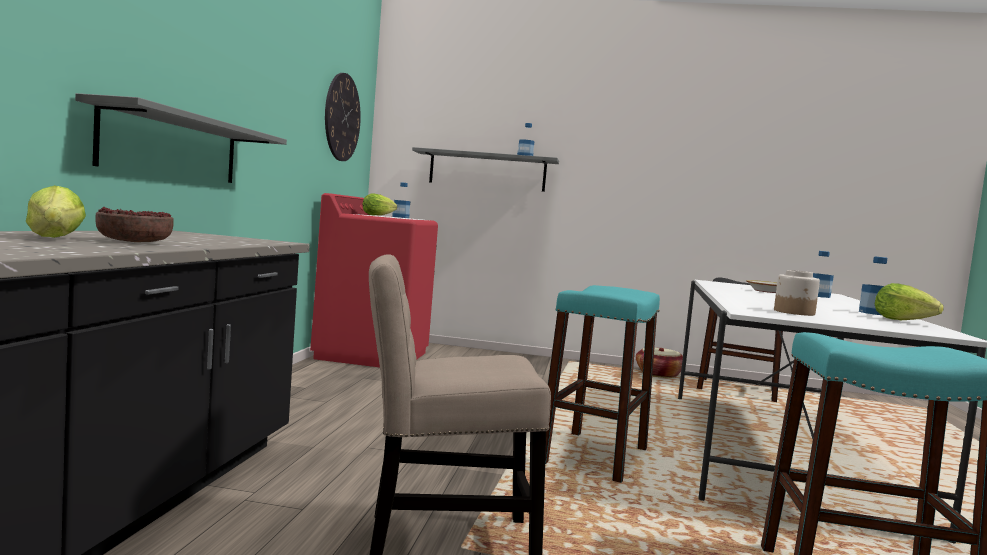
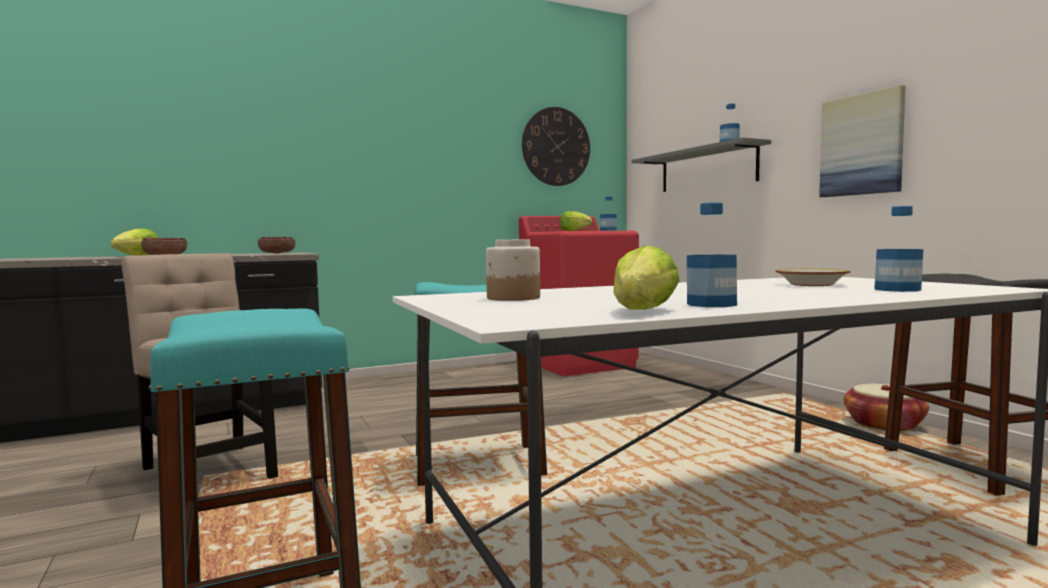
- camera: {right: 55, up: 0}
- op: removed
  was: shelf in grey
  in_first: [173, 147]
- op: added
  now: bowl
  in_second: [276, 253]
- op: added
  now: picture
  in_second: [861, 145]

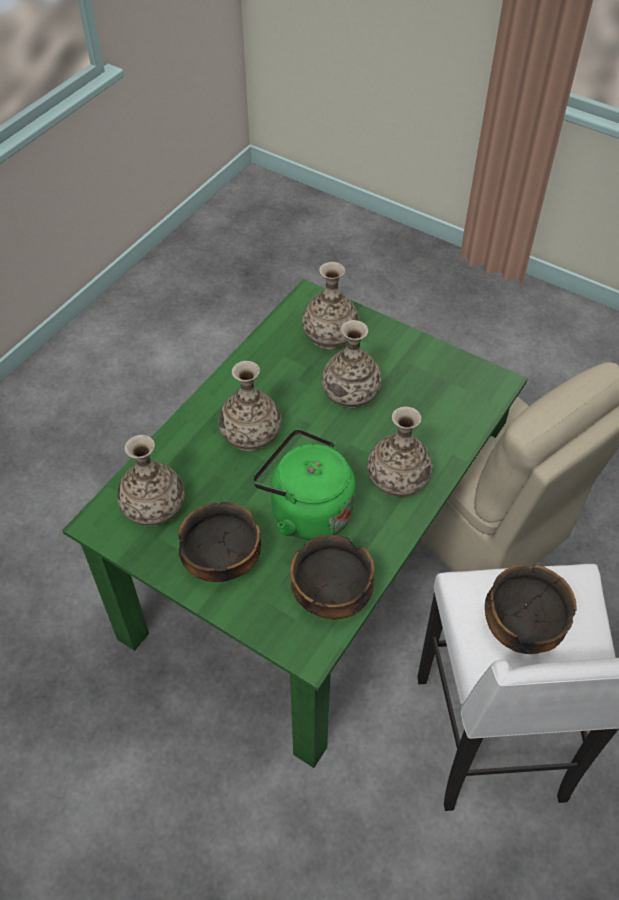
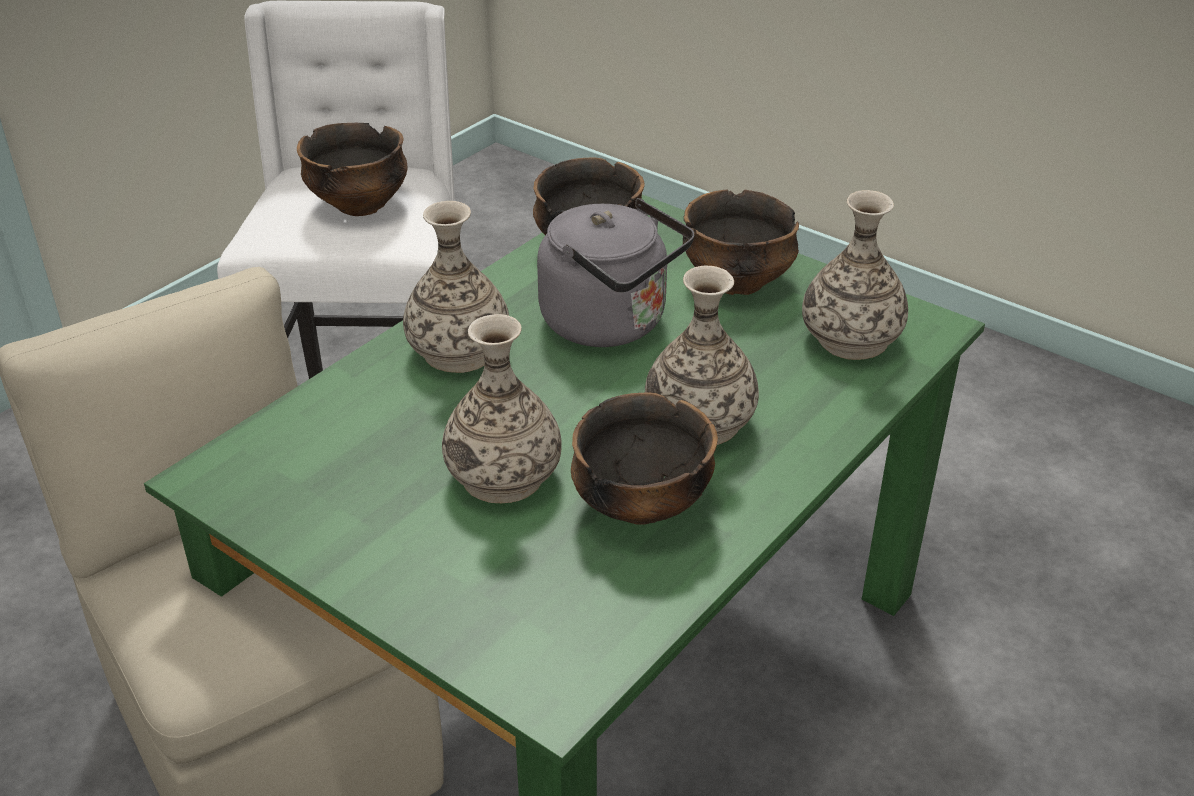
- camera: {right: -175, up: -15}
- op: removed
  was: vase
  in_first: [330, 335]
- op: added
  now: bowl
  in_second: [640, 505]
- op: recoloured
  was: kettle in green
  now: kettle in grey
  in_first: [306, 510]
  in_second: [611, 324]

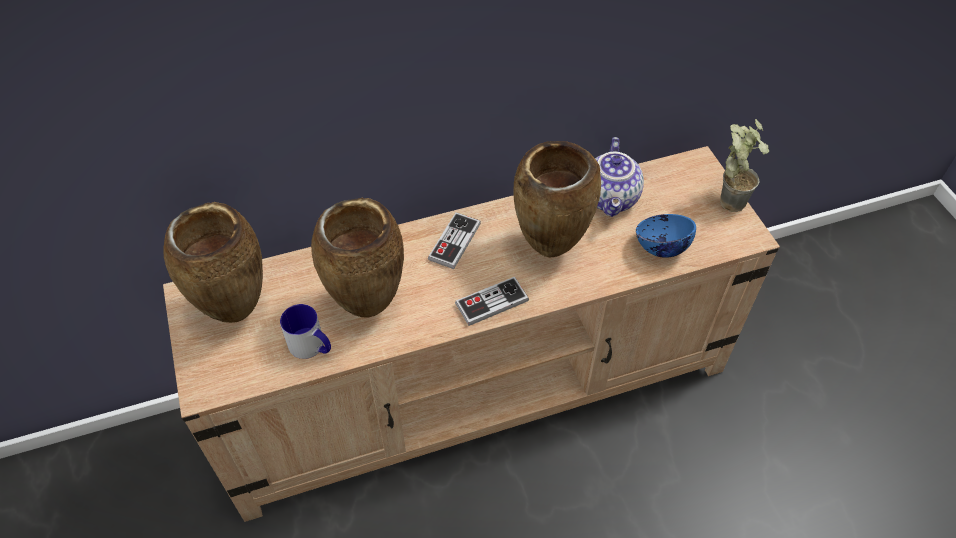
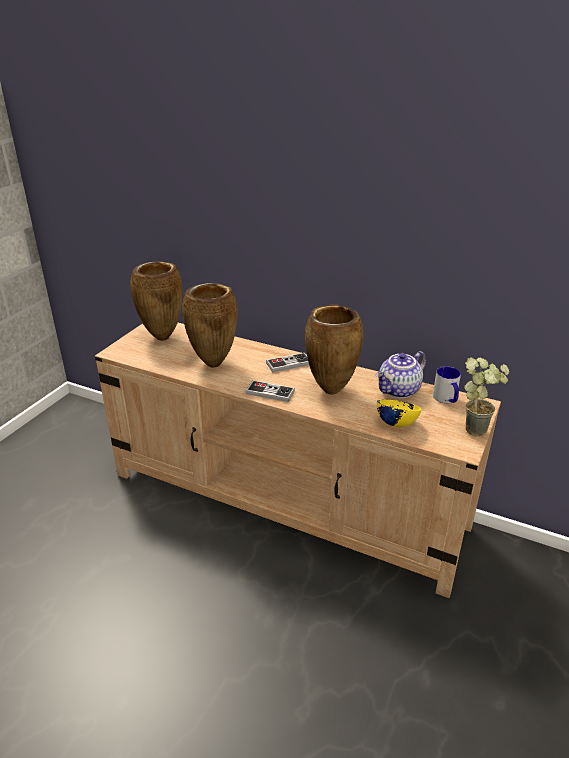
- camera: {right: 45, up: -20}
- op: moved
  was: mug
  in_first: [312, 347]
  in_second: [446, 399]
- op: recoloured
  was: bowl in blue
  now: bowl in yellow
  in_first: [661, 247]
  in_second: [396, 423]

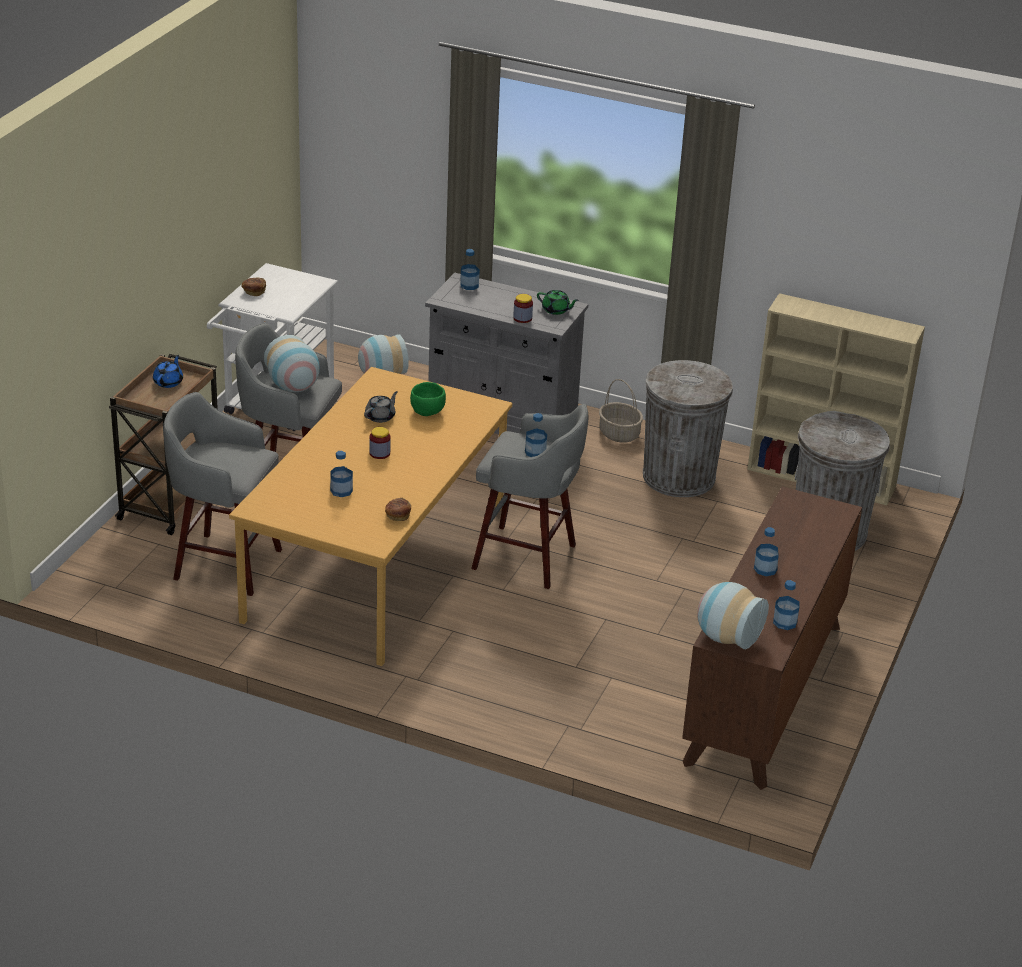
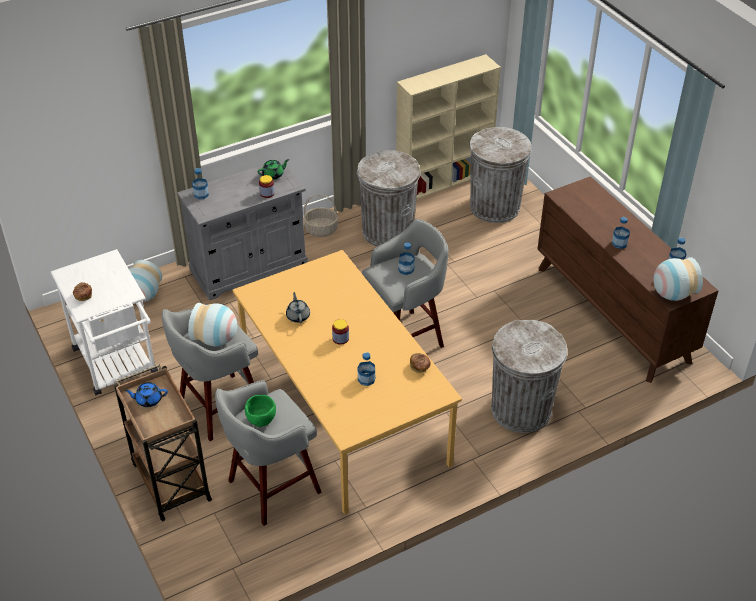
- camera: {right: -50, up: 10}
- op: added
  now: trash can in grey
  in_second: [521, 409]
- op: moved
  was: bowl in green
  in_first: [428, 411]
  in_second: [261, 419]
- op: turned
  was: teapot in blue
  in_first: [168, 382]
  in_second: [148, 400]
  clockwise: -60

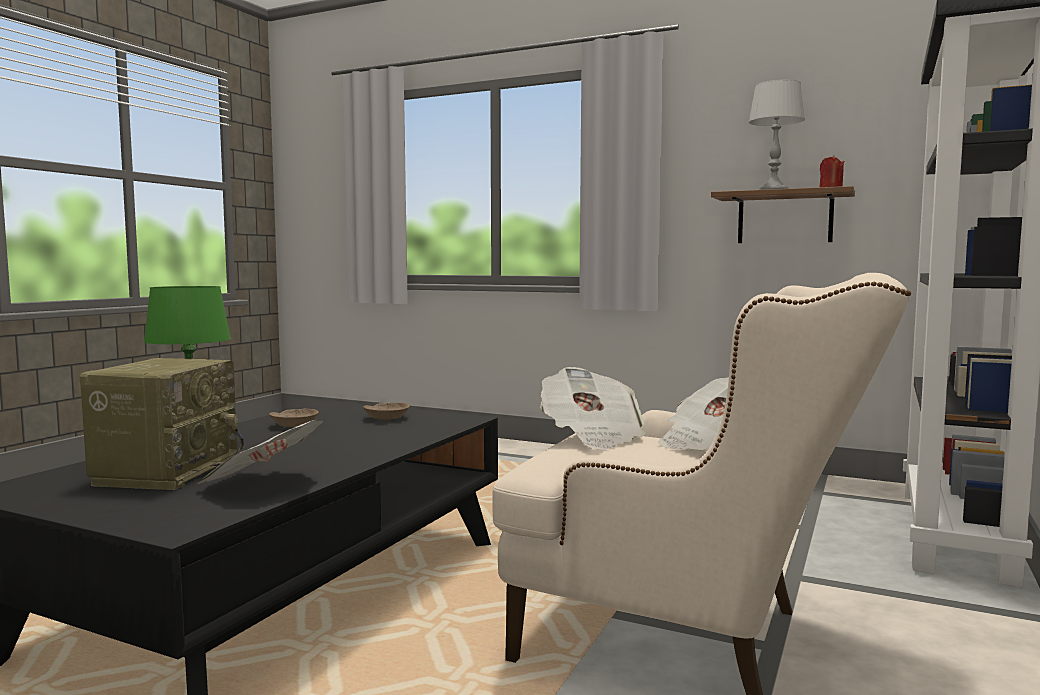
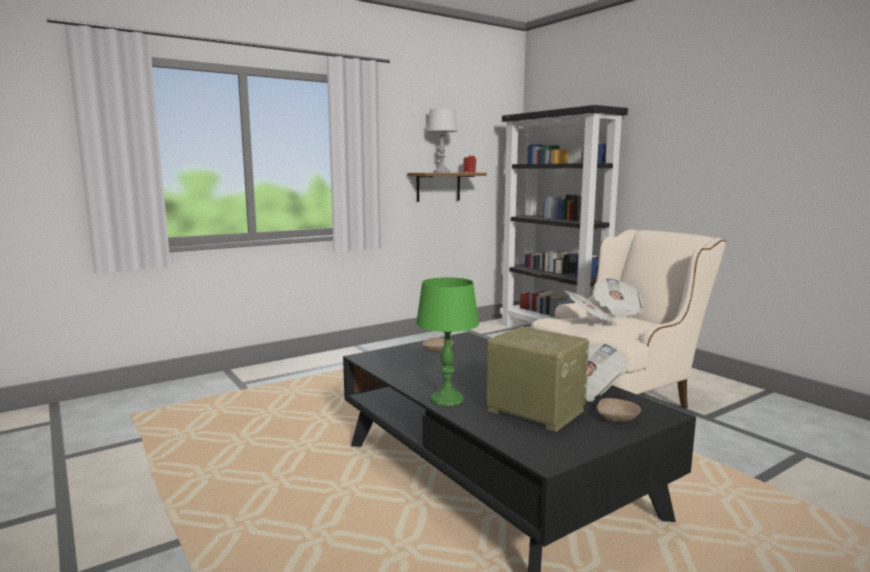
- camera: {right: -60, up: 5}
- op: moved
  was: bowl in beige
  in_first: [293, 425]
  in_second: [616, 418]

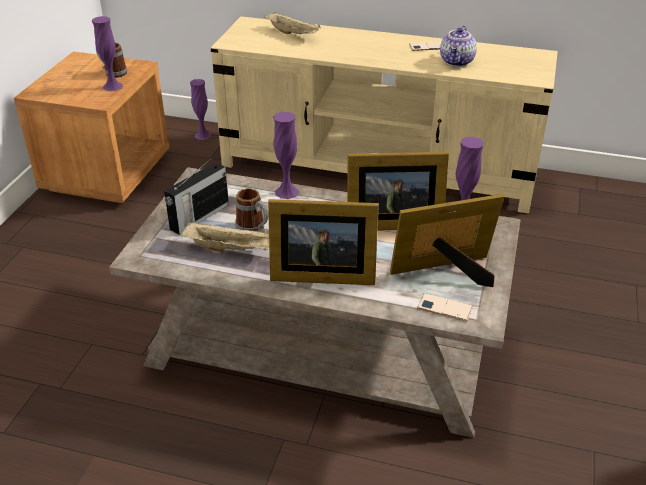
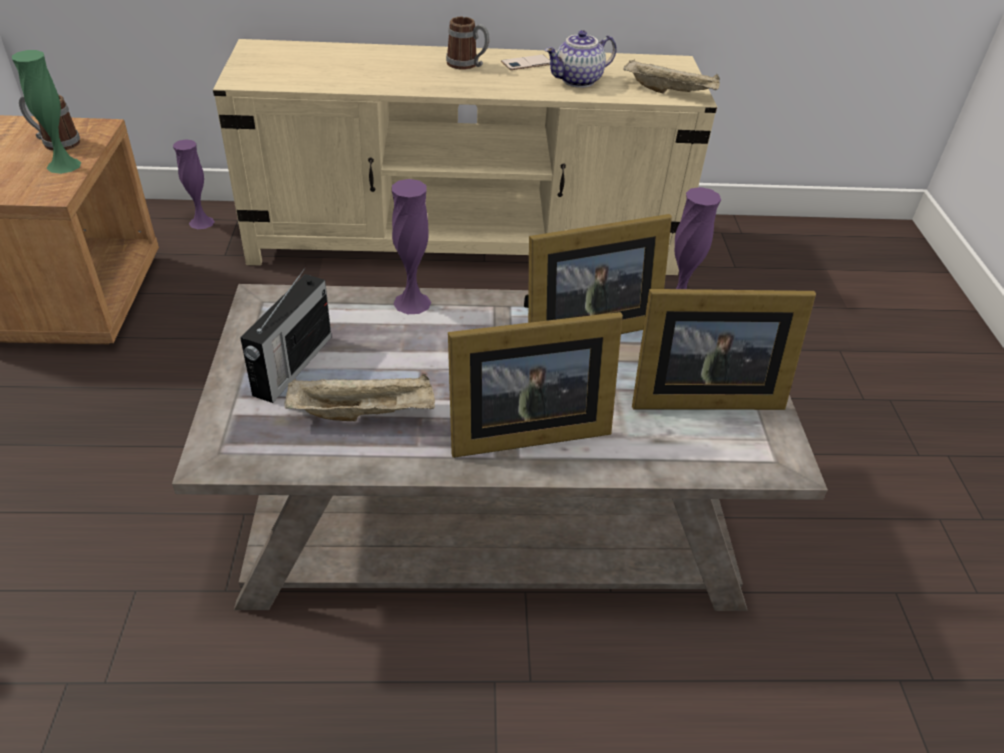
- camera: {right: -20, up: 5}
- op: removed
  was: phone
  in_first: [444, 307]
- op: moved
  was: mug
  in_first: [254, 229]
  in_second: [467, 65]
- op: moved
  was: tray in beige
  in_first: [293, 34]
  in_second: [670, 92]
- op: recoloured
  was: vase in purple
  now: vase in green
  in_first: [112, 86]
  in_second: [64, 165]
- op: turned
  was: picture frame
  in_first: [447, 272]
  in_second: [699, 394]
  clockwise: -150
- op: turned
  was: teapot
  in_first: [457, 62]
  in_second: [578, 81]
  clockwise: 60

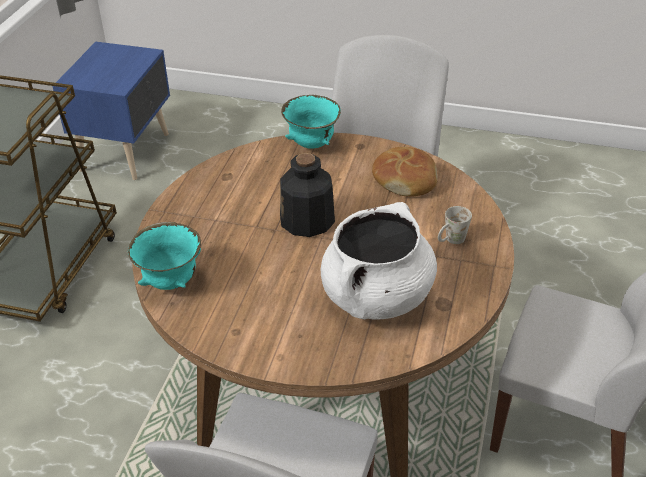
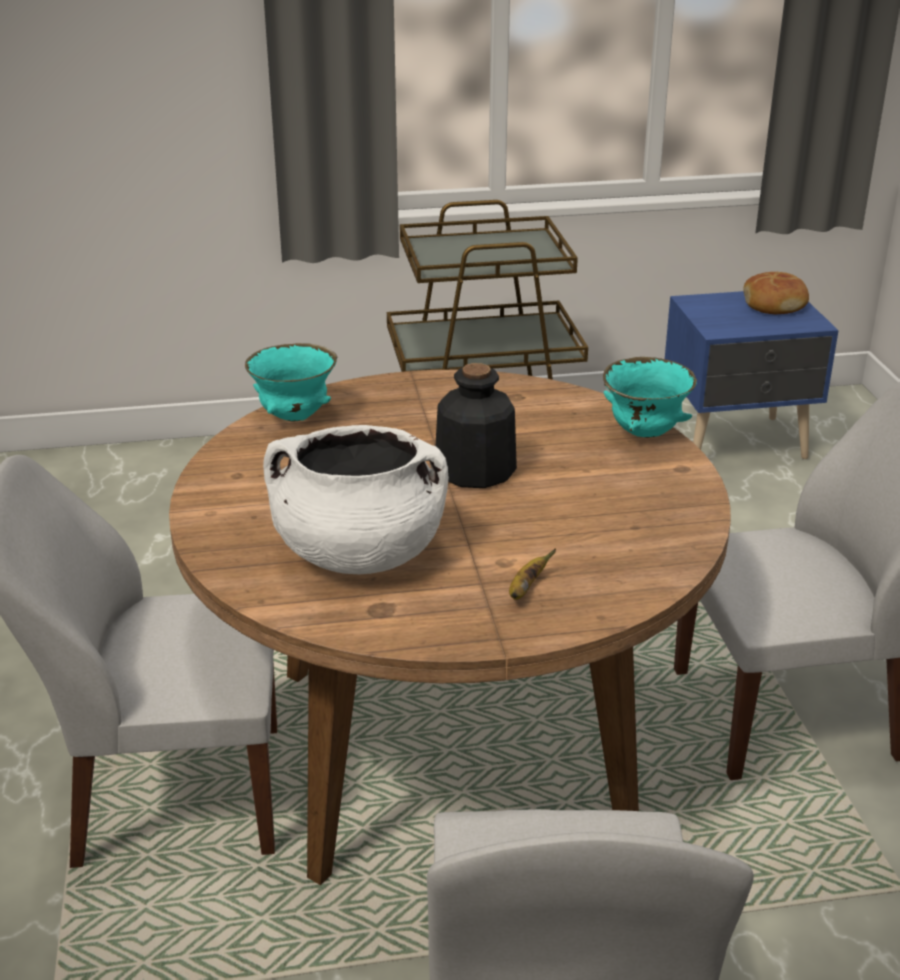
- camera: {right: 65, up: -10}
- op: moved
  was: bread
  in_first: [405, 180]
  in_second: [774, 304]
- op: replaced
  was: mug in white
  now: banana
  in_first: [451, 241]
  in_second: [526, 589]

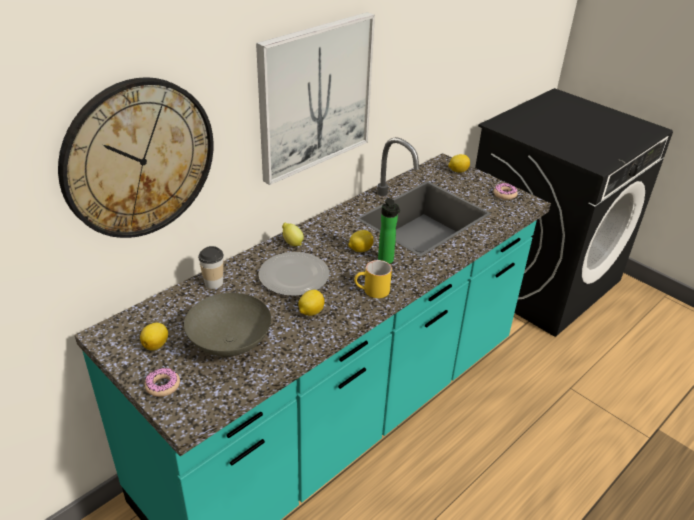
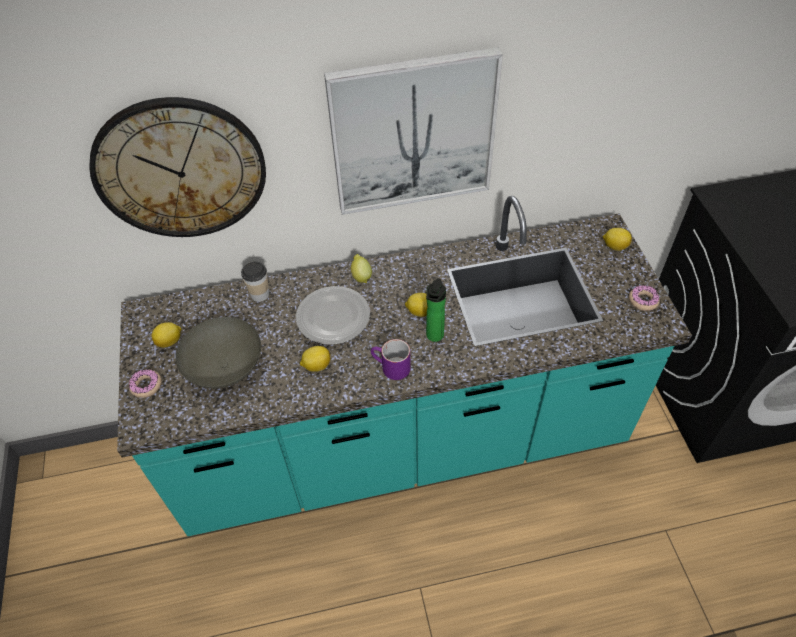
- camera: {right: 35, up: 15}
- op: recoloured
  was: mug in yellow
  now: mug in purple
  in_first: [372, 291]
  in_second: [390, 368]

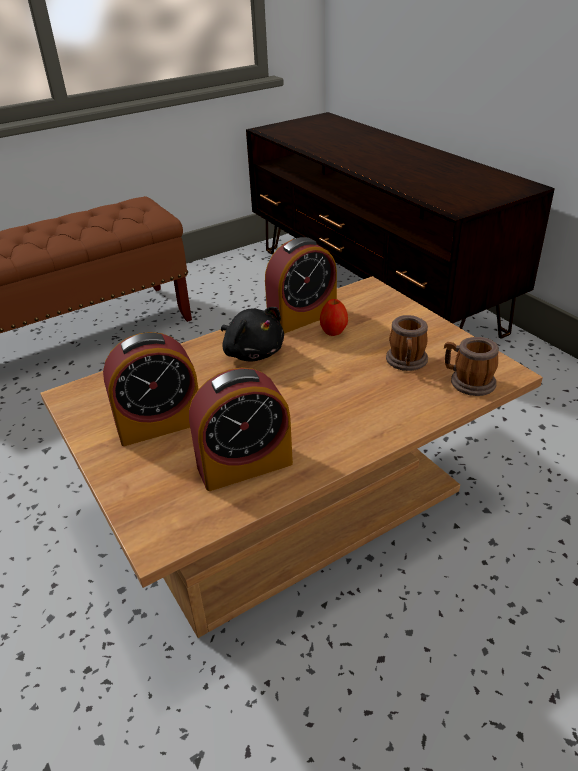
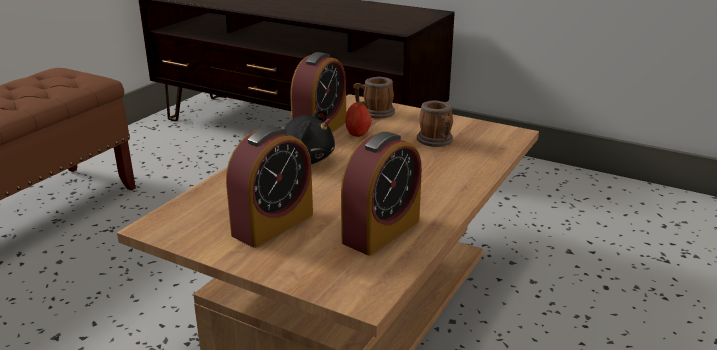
- camera: {right: -30, up: -10}
- op: moved
  was: mug
  in_first: [467, 382]
  in_second: [374, 112]

